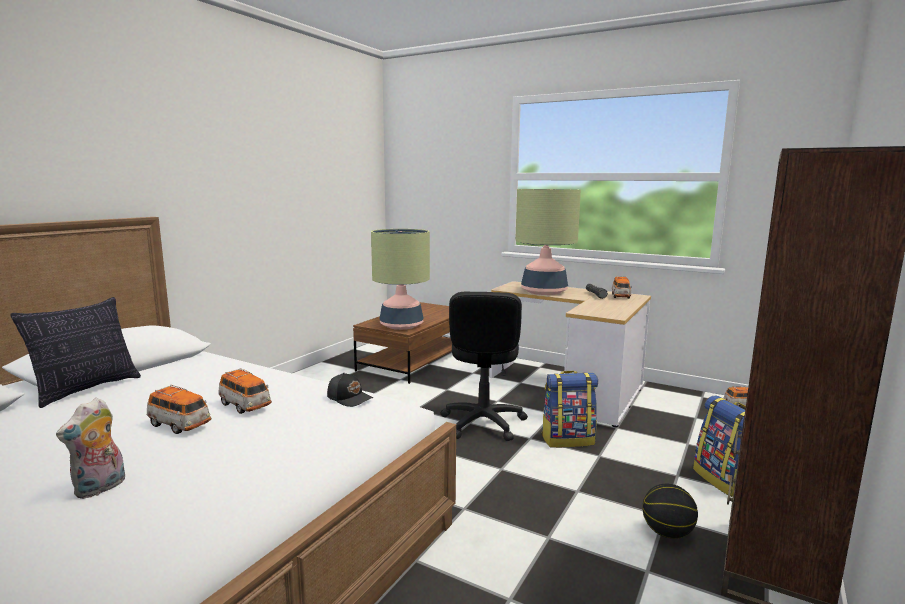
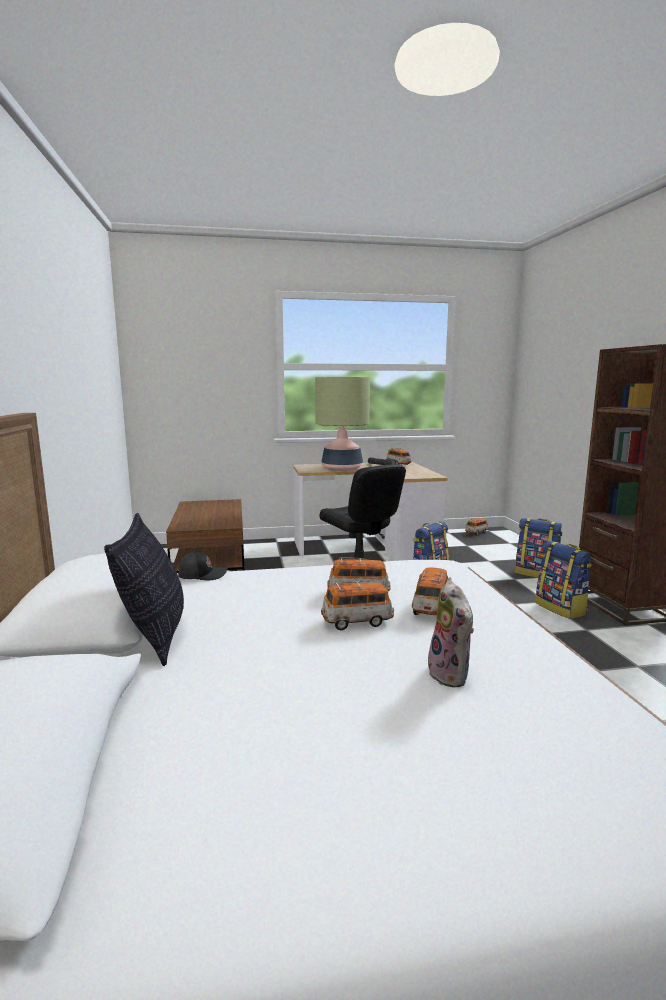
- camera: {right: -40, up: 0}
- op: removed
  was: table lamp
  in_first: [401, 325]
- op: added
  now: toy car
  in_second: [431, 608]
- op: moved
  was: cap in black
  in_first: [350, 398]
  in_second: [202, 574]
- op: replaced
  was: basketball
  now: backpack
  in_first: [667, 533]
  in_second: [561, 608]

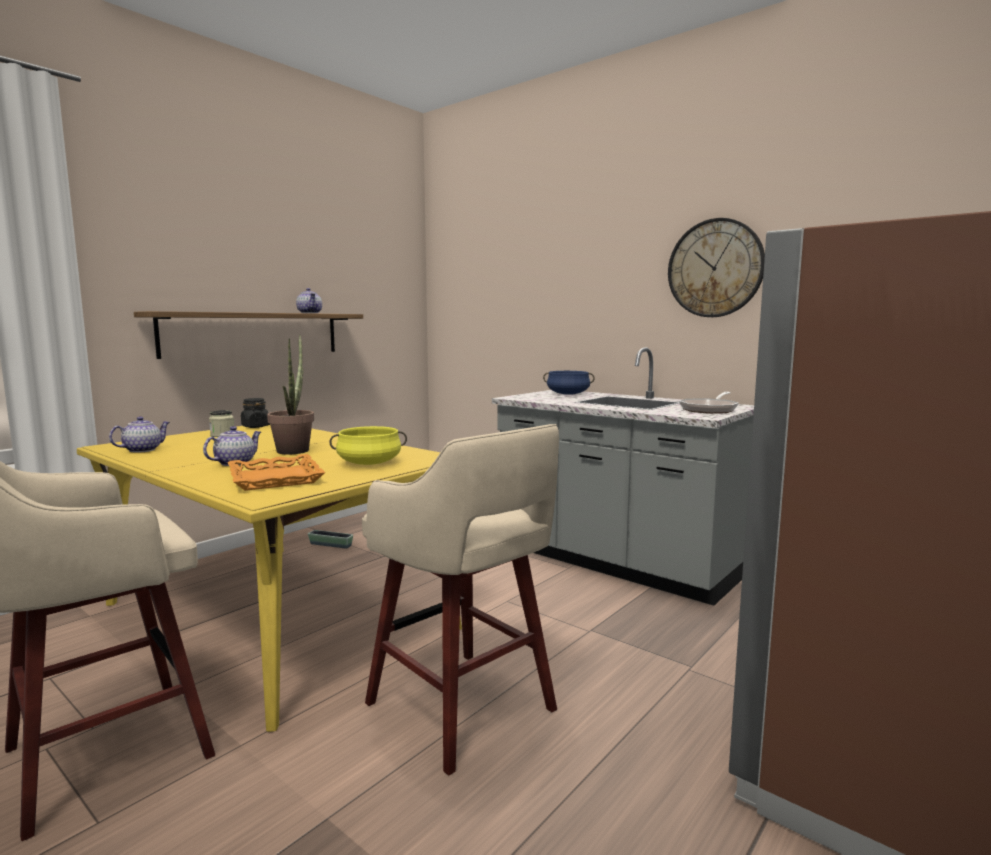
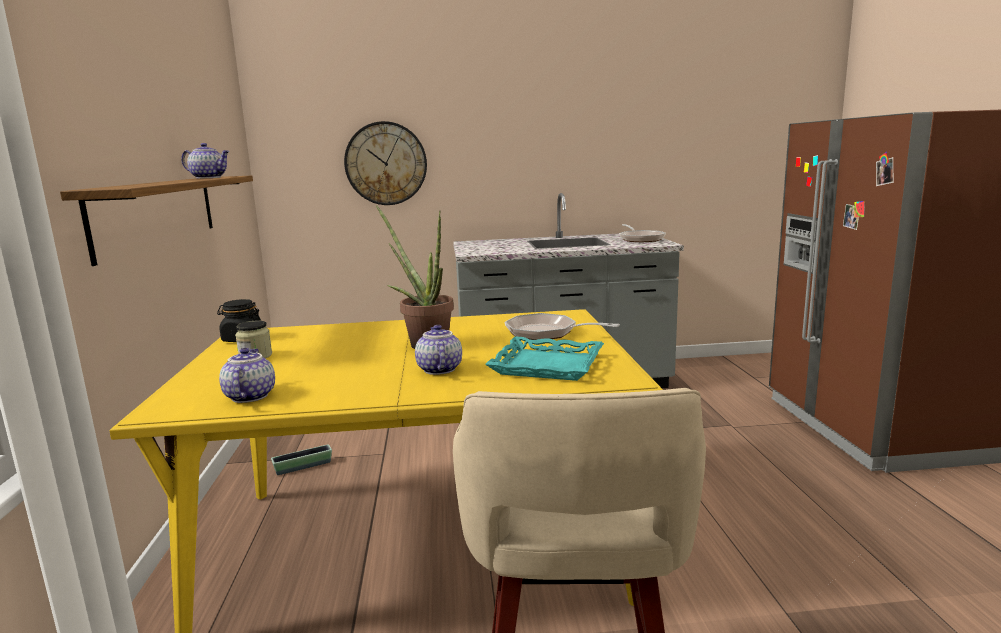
- camera: {right: -45, up: 5}
- op: removed
  was: stool in beige
  in_first: [464, 710]
- op: removed
  was: cooking pot in blue
  in_first: [568, 394]
- op: moved
  was: wall clock
  in_first: [715, 268]
  in_second: [386, 163]
- op: replaced
  was: cooking pot in yellow
  now: frying pan
  in_first: [369, 463]
  in_second: [547, 333]
- op: recoloured
  was: tray in orange
  now: tray in turquoise
  in_first: [276, 478]
  in_second: [547, 365]

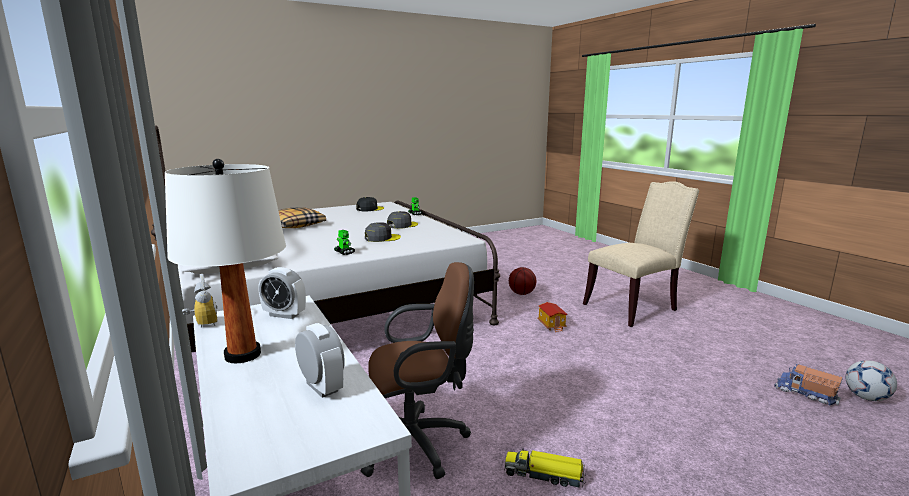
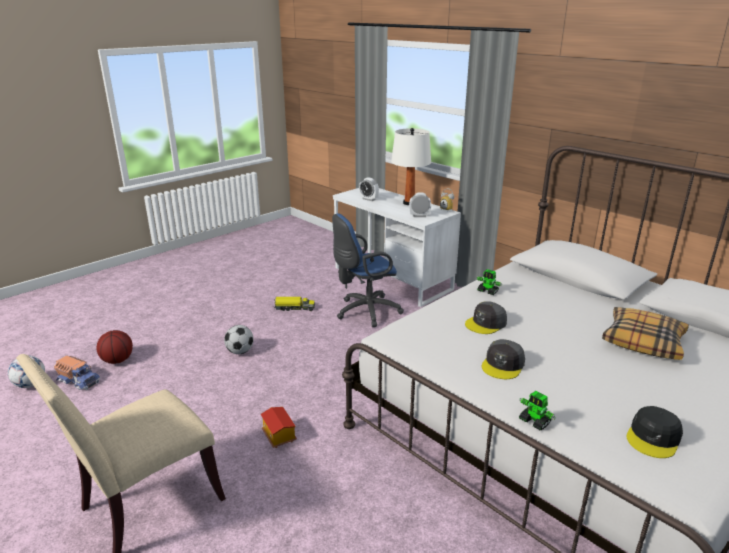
- camera: {right: 165, up: 10}
- op: added
  now: football
  in_second: [240, 351]
- op: moved
  was: basketball
  in_first: [521, 293]
  in_second: [118, 360]
- op: recoloured
  was: office chair in brown
  now: office chair in blue
  in_first: [419, 443]
  in_second: [365, 312]

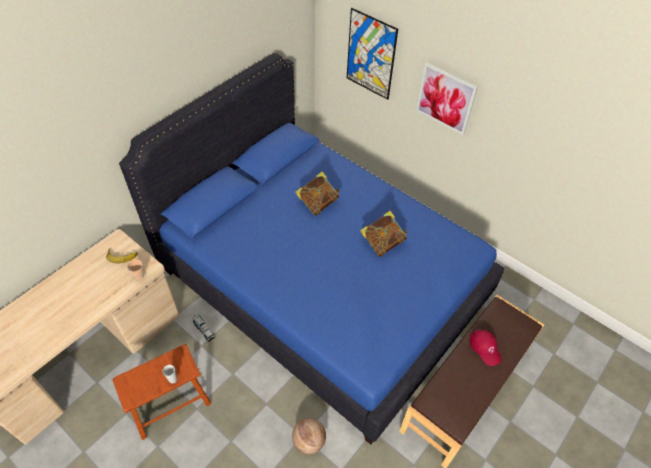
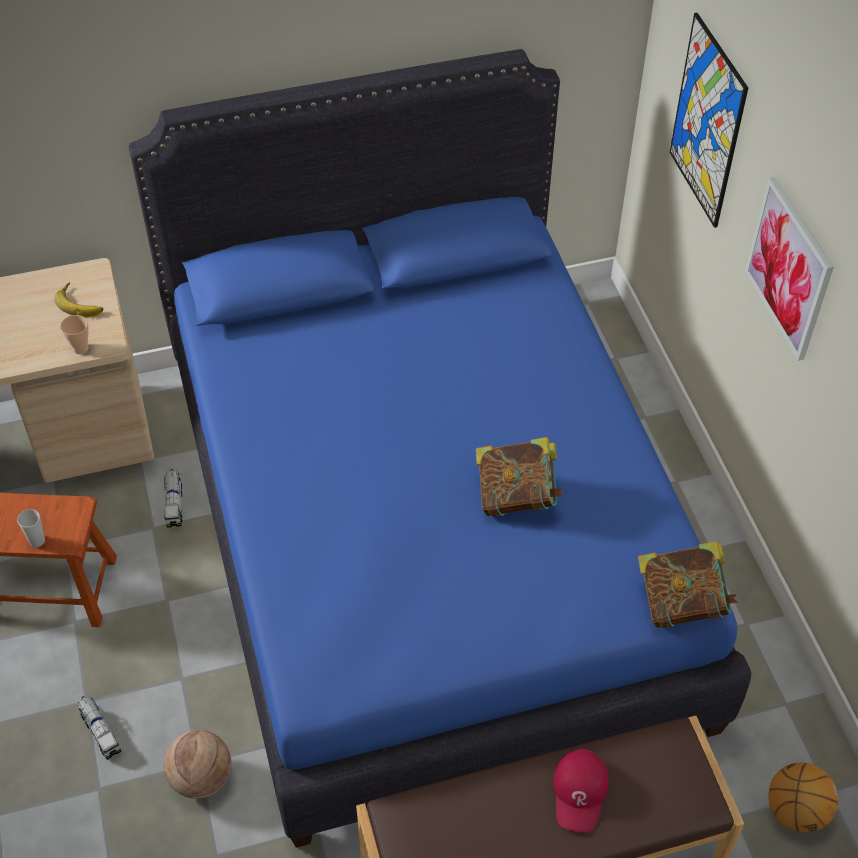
- camera: {right: 35, up: 0}
- op: added
  now: toy truck
  in_second: [100, 732]
- op: added
  now: basketball
  in_second: [795, 811]
- op: moved
  was: book
  in_first: [318, 203]
  in_second: [682, 602]

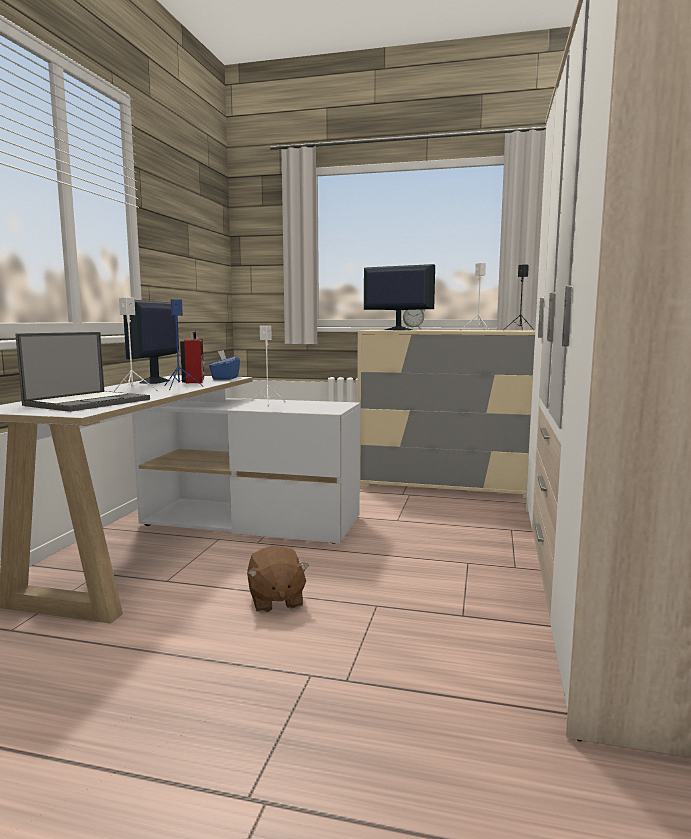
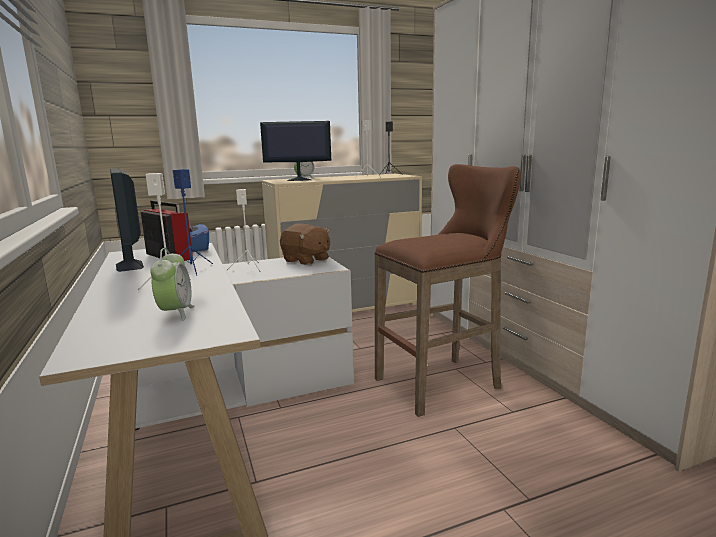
- camera: {right: -35, up: 5}
- op: added
  now: stool in brown
  in_second: [443, 382]
- op: moved
  was: plush toy in brown
  in_first: [275, 600]
  in_second: [306, 260]
- op: replaced
  was: laptop
  now: alarm clock
  in_first: [89, 402]
  in_second: [175, 313]

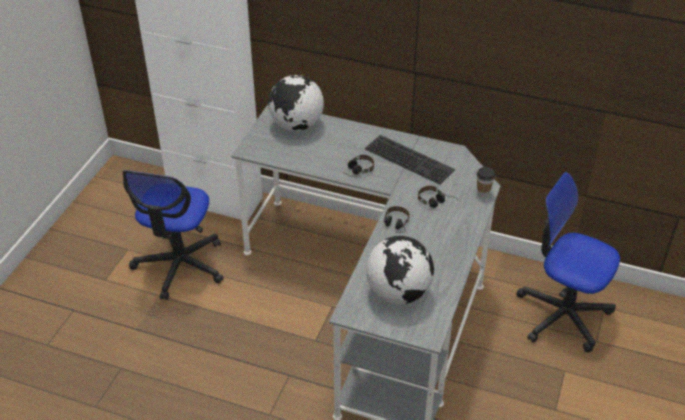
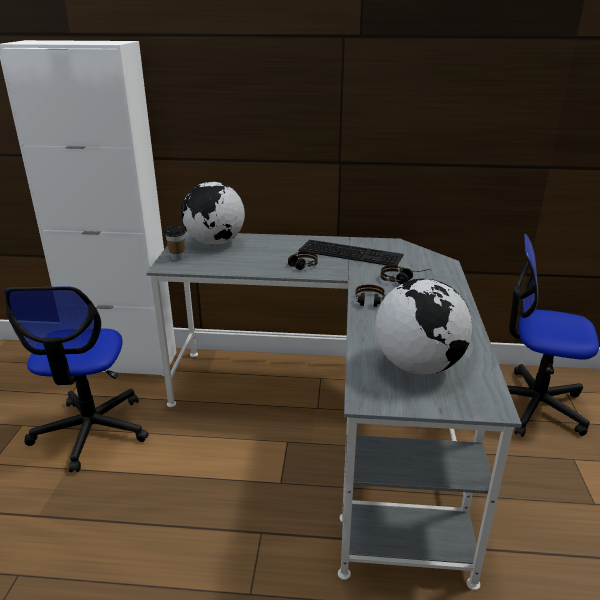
- camera: {right: -15, up: -15}
- op: moved
  was: cup
  in_first: [483, 193]
  in_second: [177, 257]

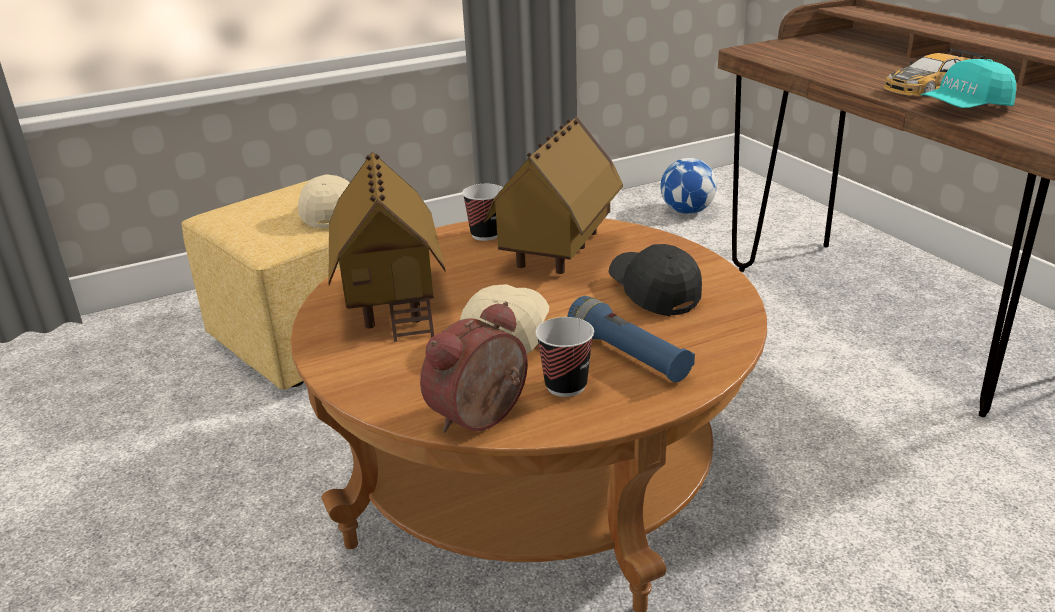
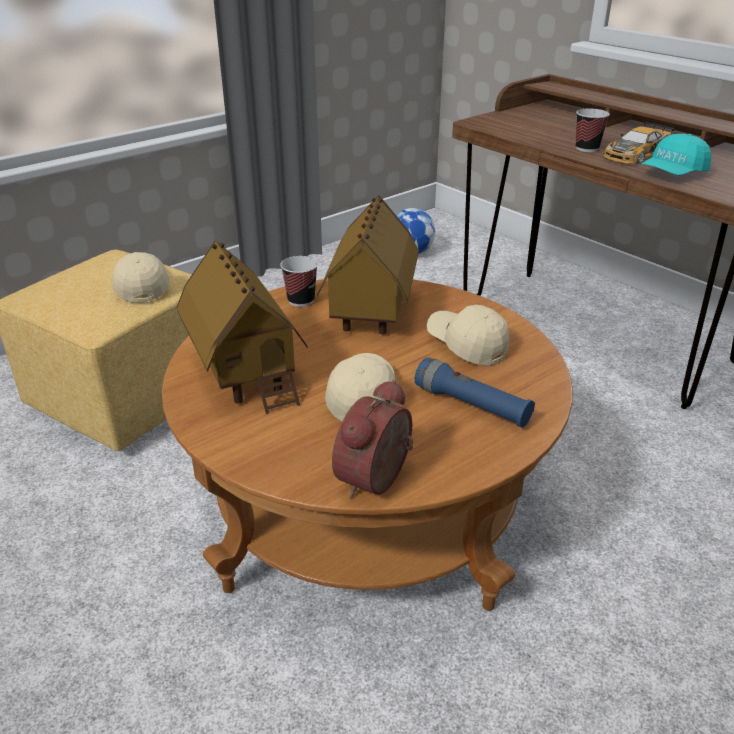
- camera: {right: -15, up: 5}
- op: moved
  was: cup
  in_first: [566, 385]
  in_second: [587, 148]
- op: recoloured
  was: cap in black
  now: cap in beige
  in_first: [653, 293]
  in_second: [466, 345]

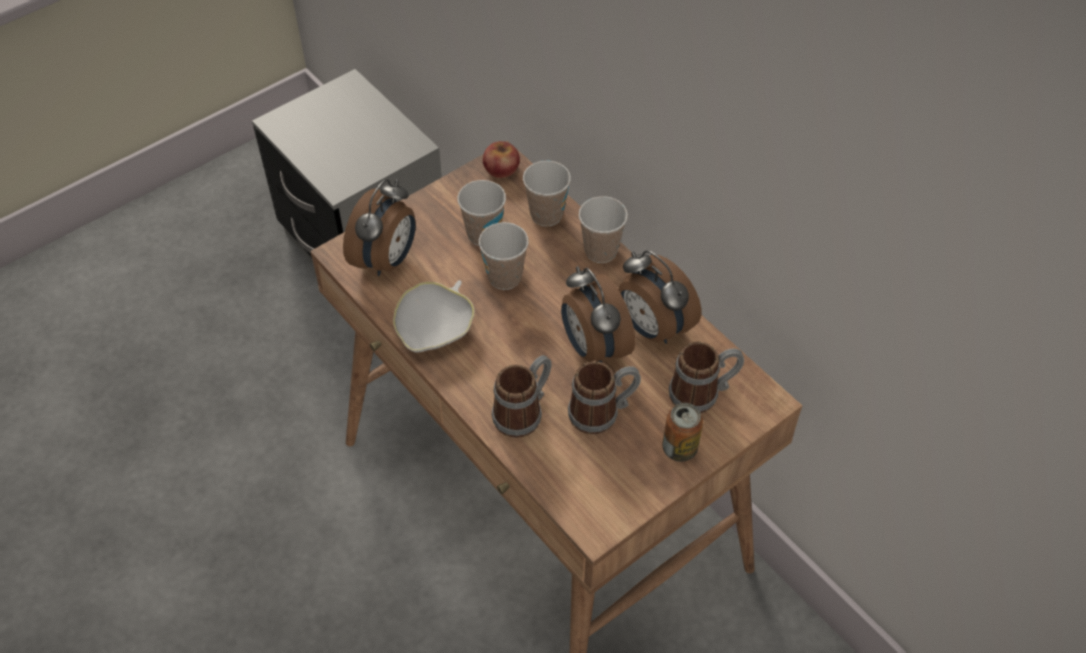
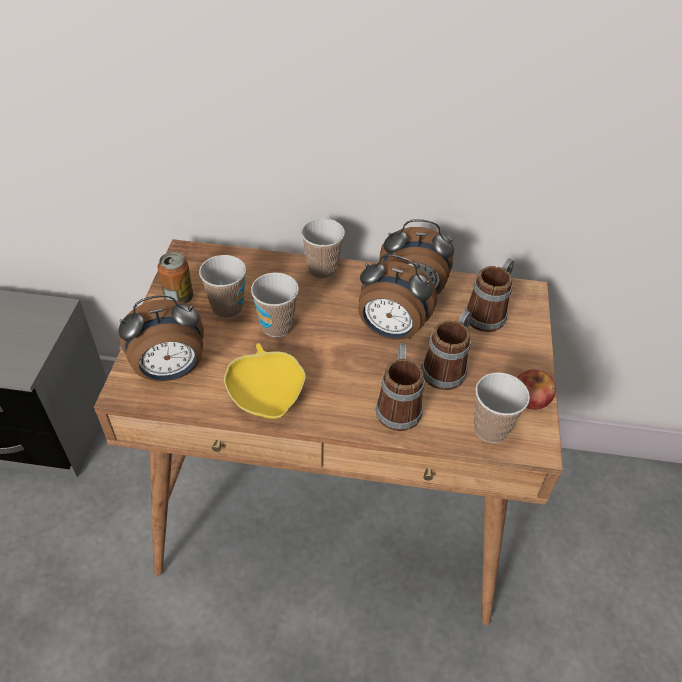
- camera: {right: -45, up: -5}
- op: moved
  was: apple
  in_first: [501, 169]
  in_second: [530, 398]
- op: moved
  was: cup
  in_first: [546, 215]
  in_second: [490, 429]
- op: moved
  was: can
  in_first: [679, 448]
  in_second: [179, 298]
- op: recoloured
  was: bowl in white
  now: bowl in yellow
  in_first: [435, 328]
  in_second: [266, 394]
- op: turned
  was: alarm clock
  in_first: [387, 260]
  in_second: [170, 371]
  clockwise: 90

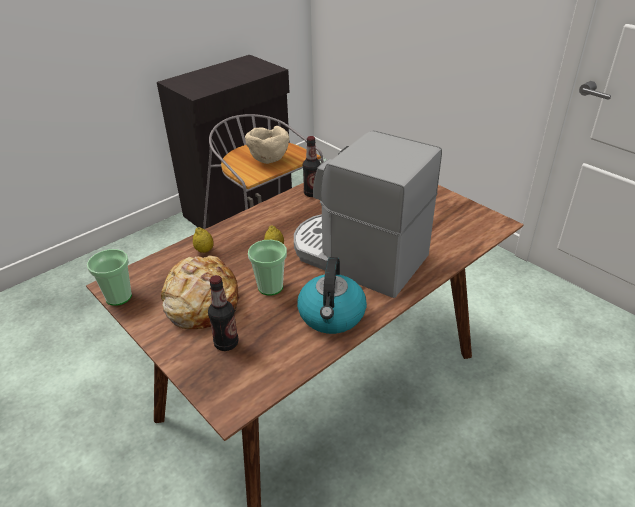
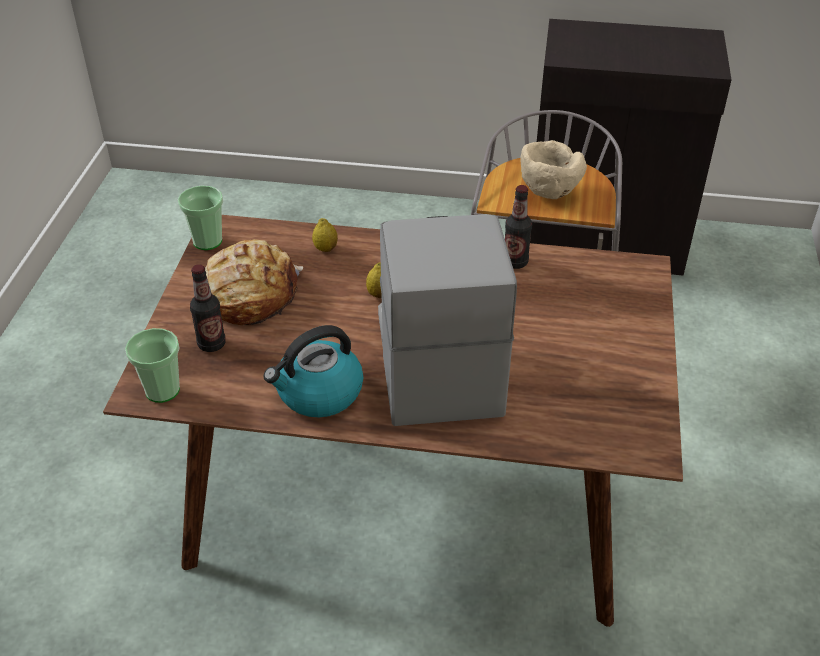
- camera: {right: 50, up: 5}
- op: moved
  was: cup
  in_first: [270, 287]
  in_second: [162, 390]

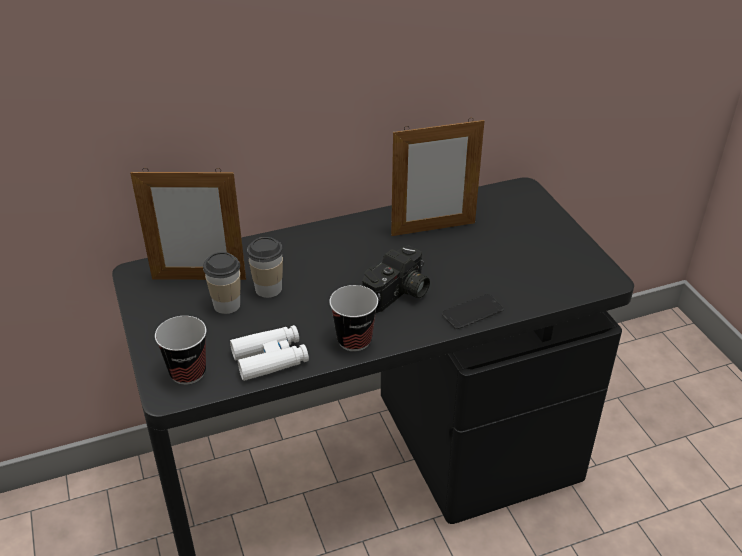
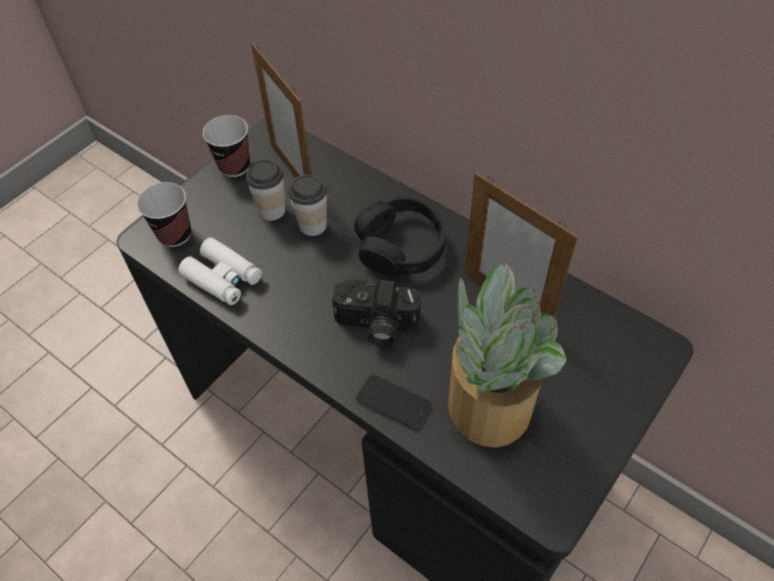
- camera: {right: 60, up: 15}
- op: added
  now: headphones in black
  in_second: [401, 246]
- op: added
  now: potted plant
  in_second: [490, 402]
- op: moved
  was: cup
  in_first: [354, 340]
  in_second: [234, 166]

